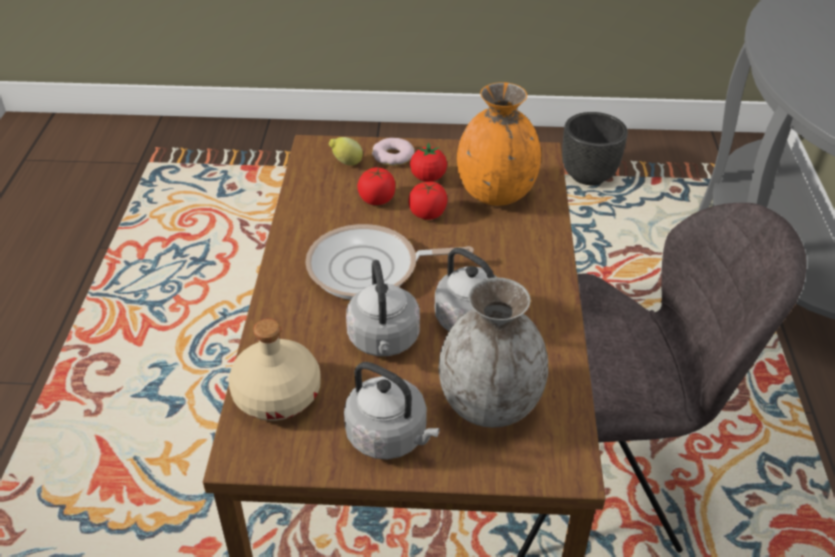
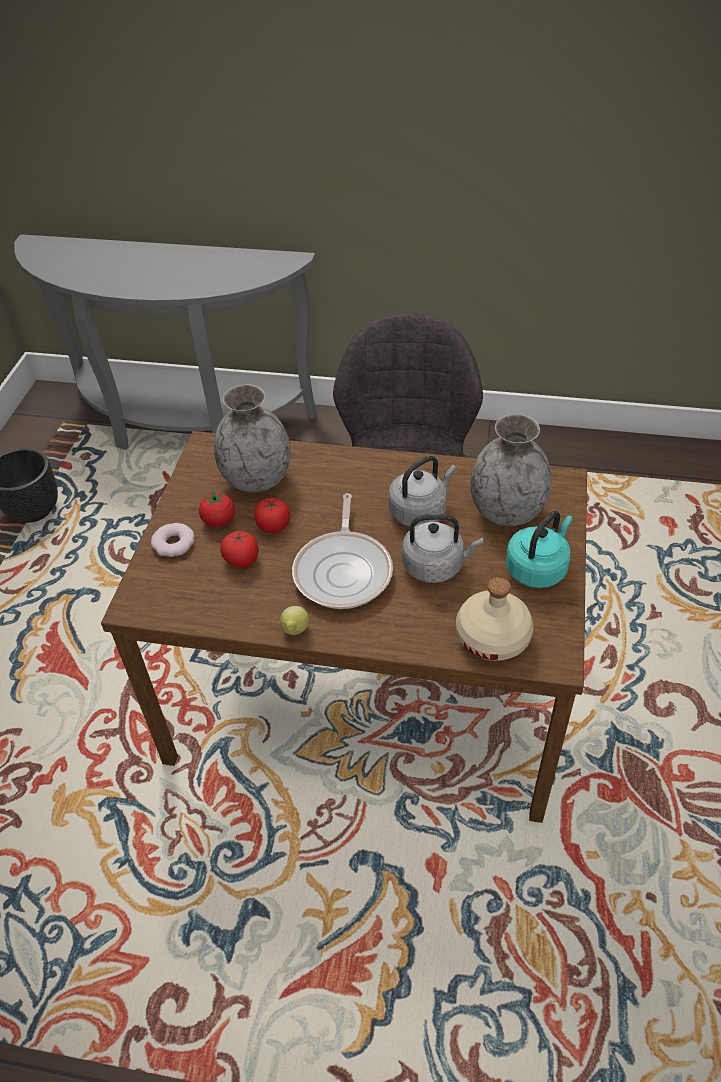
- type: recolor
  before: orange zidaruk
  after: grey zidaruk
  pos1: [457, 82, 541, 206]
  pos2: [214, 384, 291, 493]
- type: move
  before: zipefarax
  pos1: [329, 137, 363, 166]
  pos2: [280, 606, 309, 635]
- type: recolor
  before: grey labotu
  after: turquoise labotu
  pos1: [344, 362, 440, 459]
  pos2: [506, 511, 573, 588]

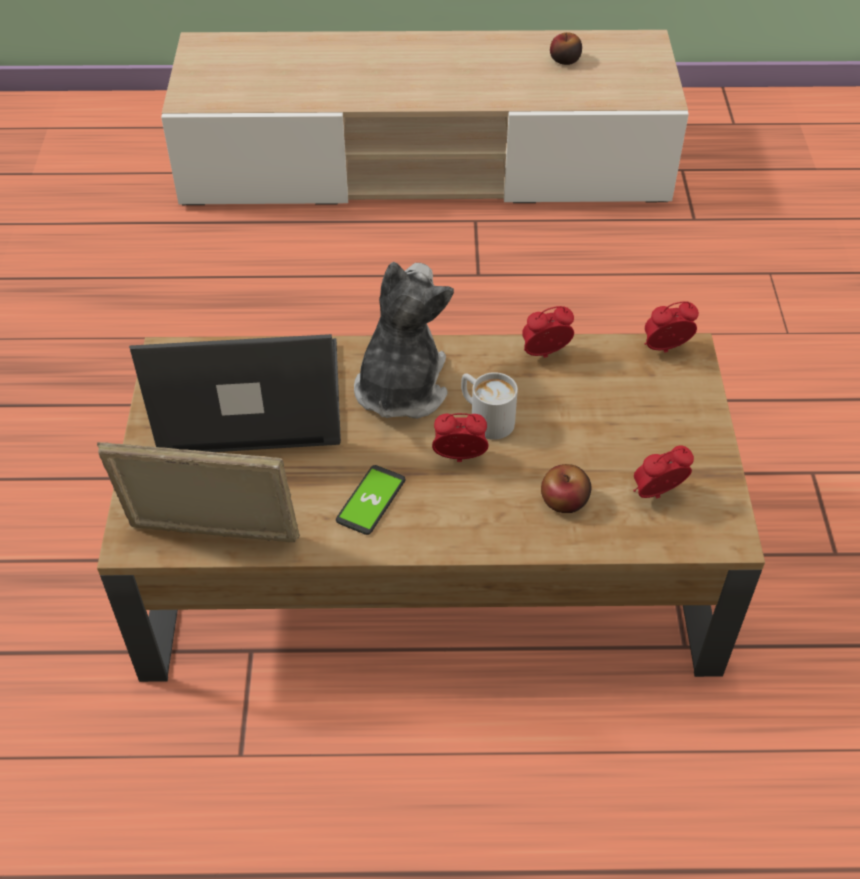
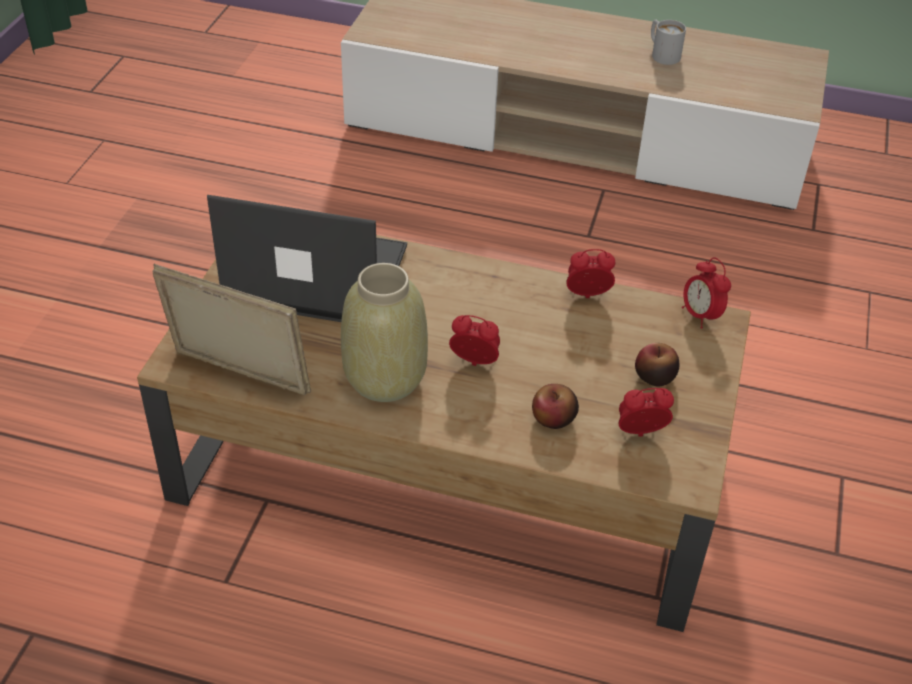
- type: move
  before: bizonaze
  pos1: [550, 32, 582, 65]
  pos2: [635, 343, 679, 386]
- type: delete
  before: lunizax
  pos1: [354, 262, 454, 419]
- type: rotate
  before: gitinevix
  pos1: [645, 301, 699, 353]
  pos2: [682, 257, 731, 329]
  turn: -120
- type: move
  before: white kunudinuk
  pos1: [461, 372, 518, 440]
  pos2: [651, 20, 686, 65]
- type: replace
  before: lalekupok
  after: beige zidaruk
  pos1: [336, 465, 405, 535]
  pos2: [341, 263, 428, 402]

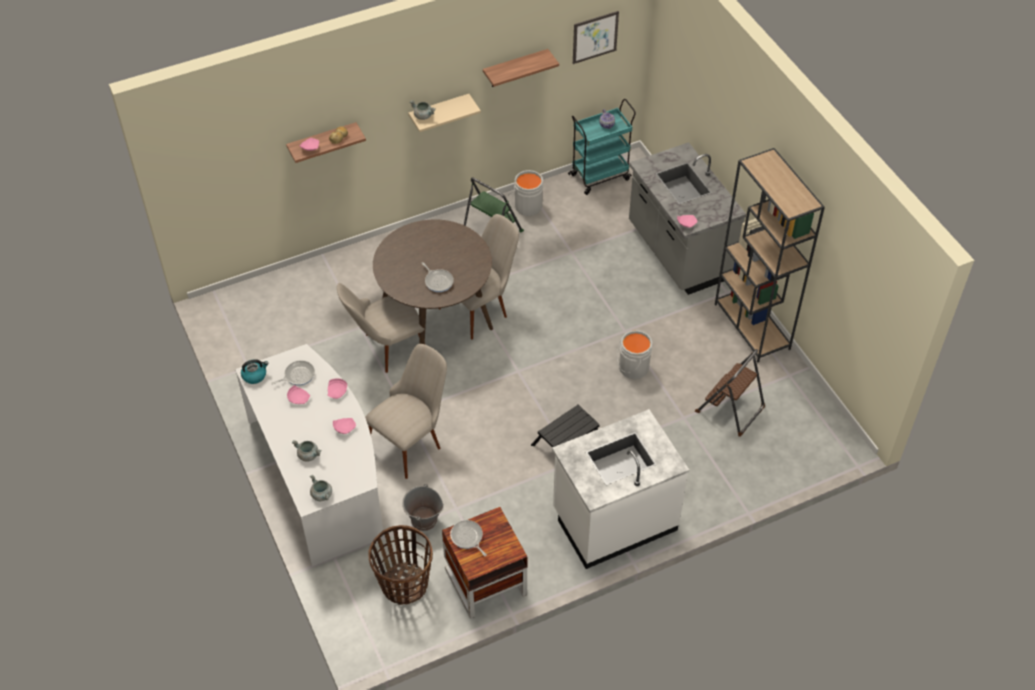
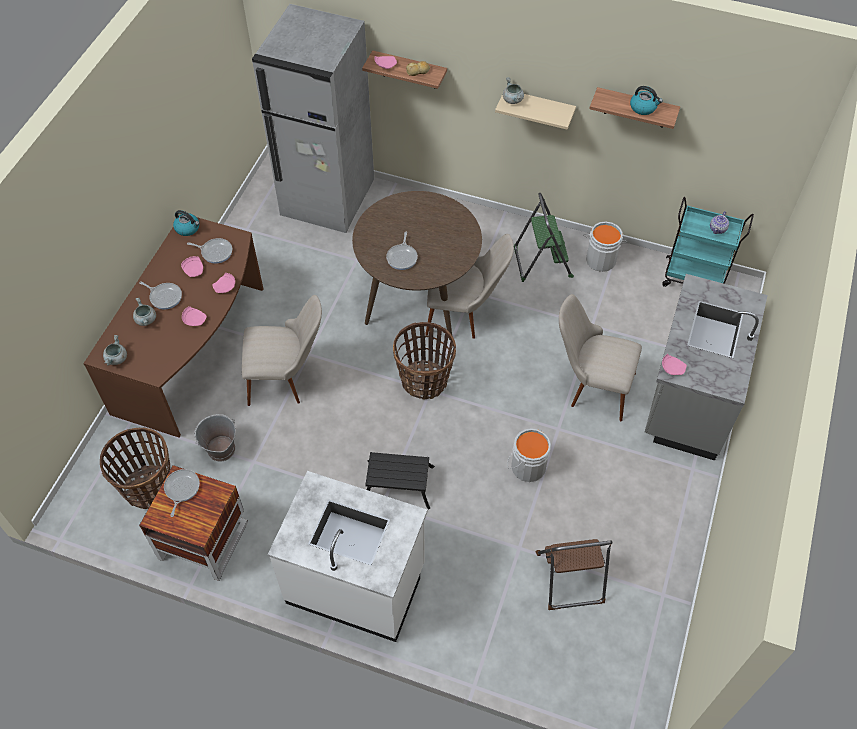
- type: delete
  before: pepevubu
  pos1: [573, 11, 619, 64]
- type: delete
  before: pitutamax
  pos1: [715, 148, 825, 362]
- type: move
  before: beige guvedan
  pos1: [337, 283, 424, 373]
  pos2: [559, 294, 642, 421]
- type: recolor
  before: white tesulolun
  after: brown tesulolun
  pos1: [235, 344, 384, 566]
  pos2: [83, 217, 263, 438]
- type: insert
  after: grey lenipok
  pos2: [252, 4, 374, 233]
- type: insert
  after: labotu
  pos2: [630, 86, 663, 115]
- type: insert
  after: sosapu
  pos2: [139, 281, 182, 309]
- type: insert
  after: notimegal
  pos2: [393, 322, 456, 400]

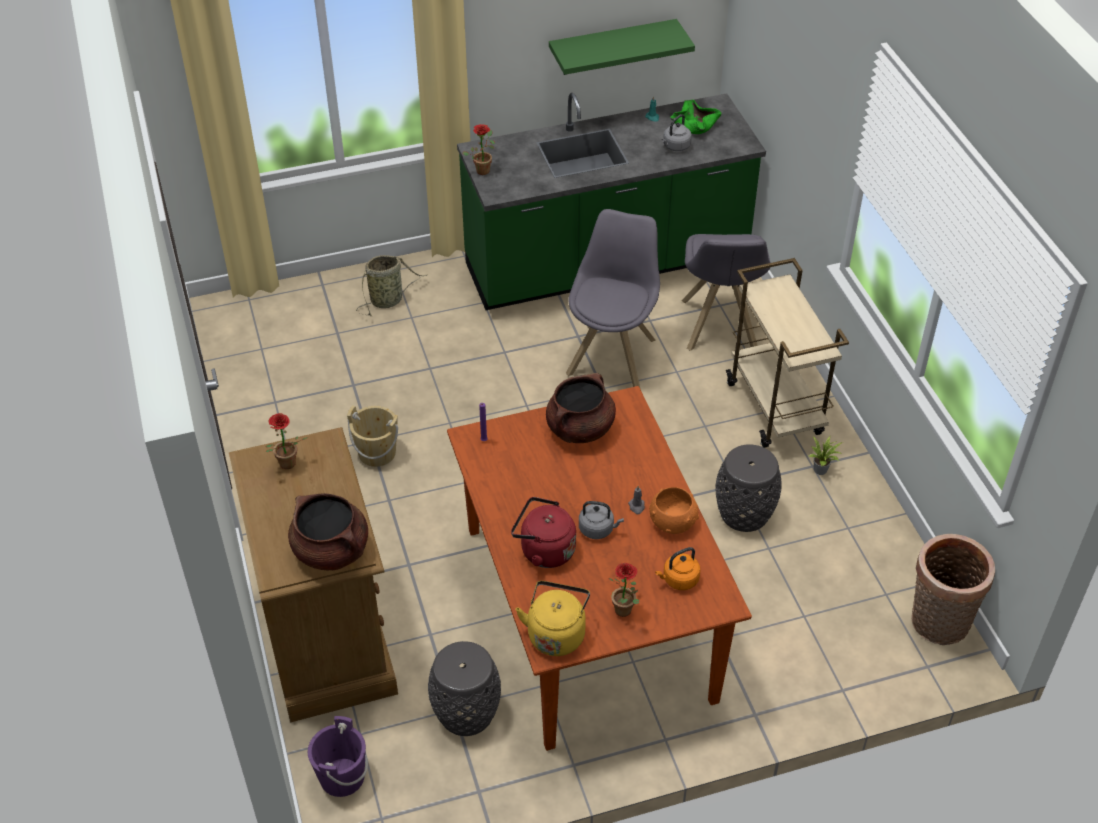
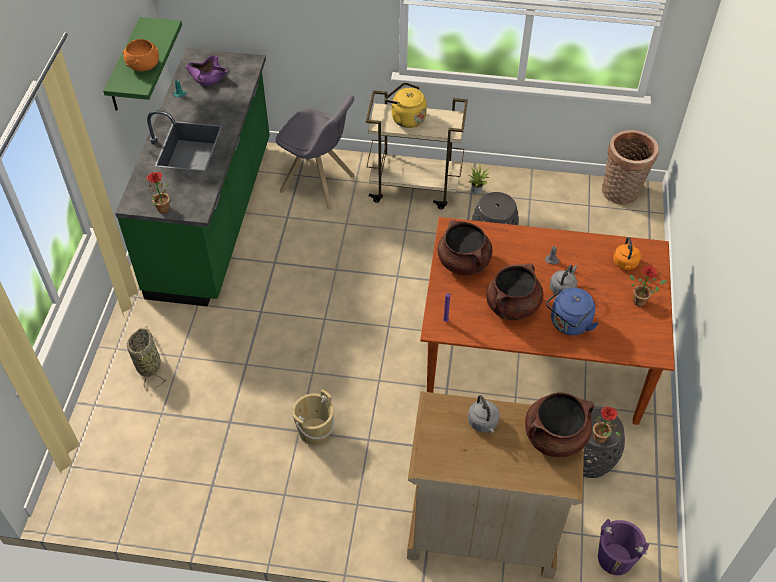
- type: recolor
  before: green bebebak
  after: purple bebebak
  pos1: [670, 100, 722, 134]
  pos2: [186, 55, 227, 85]
- type: move
  before: grey labotu
  pos1: [661, 114, 692, 151]
  pos2: [468, 395, 499, 433]
- type: delete
  before: grey guvedan
  pos1: [566, 209, 660, 389]
- type: move
  before: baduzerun
  pos1: [265, 413, 309, 469]
  pos2: [593, 407, 622, 443]
- type: move
  before: orange bebebak
  pos1: [649, 487, 699, 534]
  pos2: [123, 39, 159, 71]
- type: recolor
  before: red labotu
  after: blue labotu
  pos1: [511, 497, 576, 568]
  pos2: [546, 288, 599, 335]
- type: move
  before: yellow labotu
  pos1: [516, 581, 590, 656]
  pos2: [385, 82, 427, 128]
- type: insert
  after: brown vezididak
  pos2: [486, 263, 543, 320]

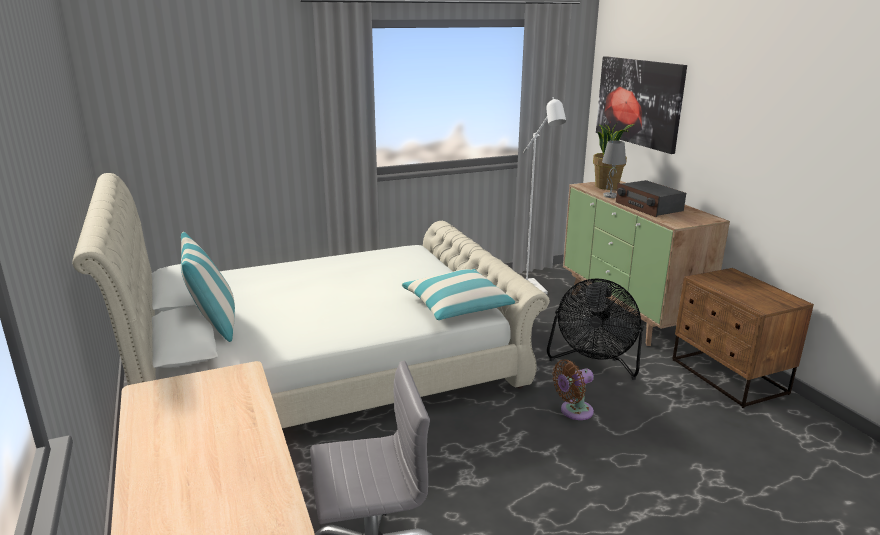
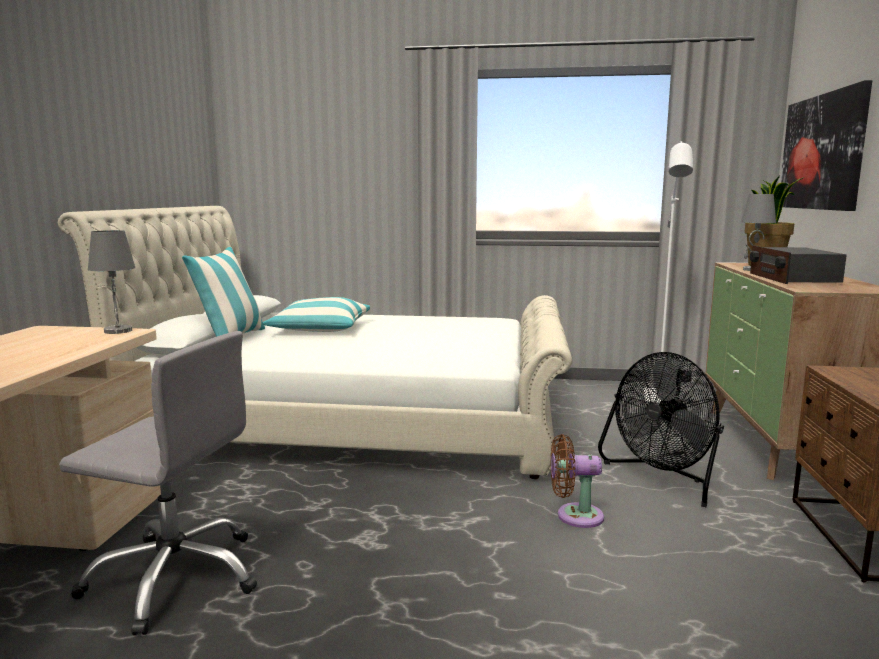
- type: move
  before: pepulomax
  pos1: [402, 269, 515, 320]
  pos2: [263, 297, 370, 332]
- type: insert
  after: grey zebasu
  pos2: [88, 230, 135, 334]

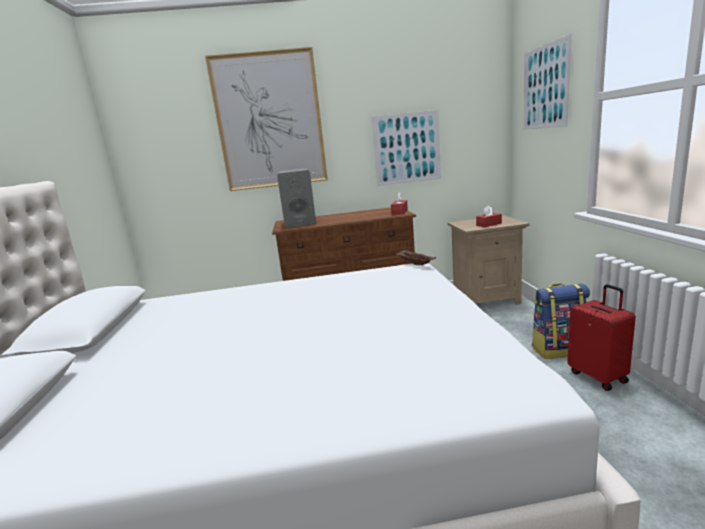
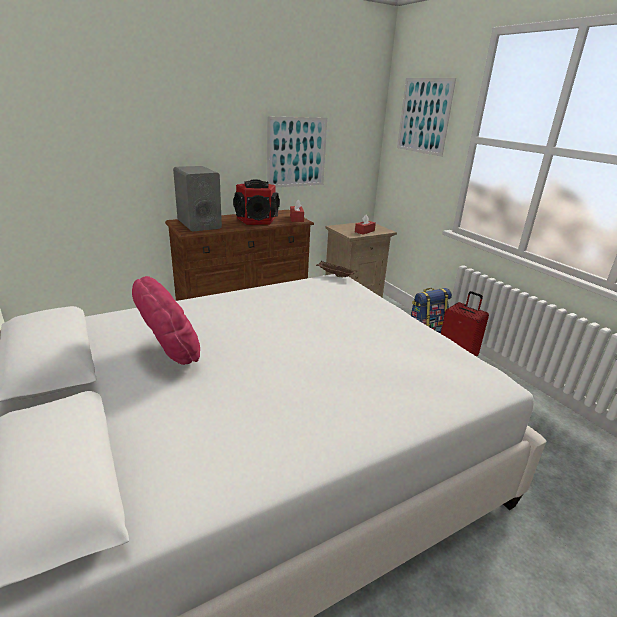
- type: delete
  before: pepevubu
  pos1: [205, 47, 328, 191]
- type: insert
  after: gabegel
  pos2: [233, 180, 280, 225]
- type: insert
  after: pink pepulomax
  pos2: [132, 276, 200, 365]

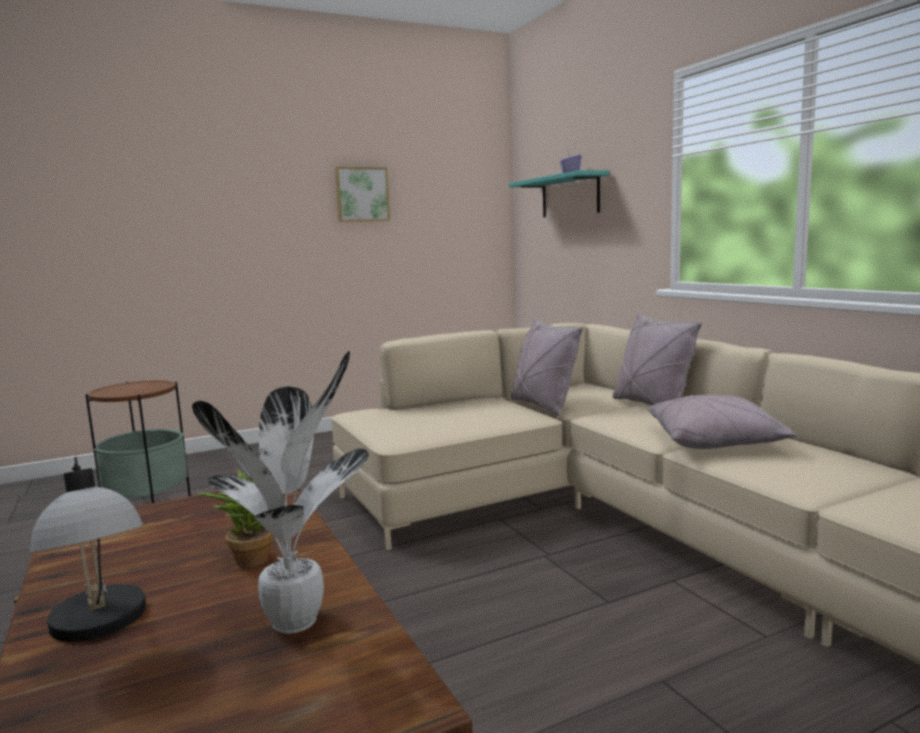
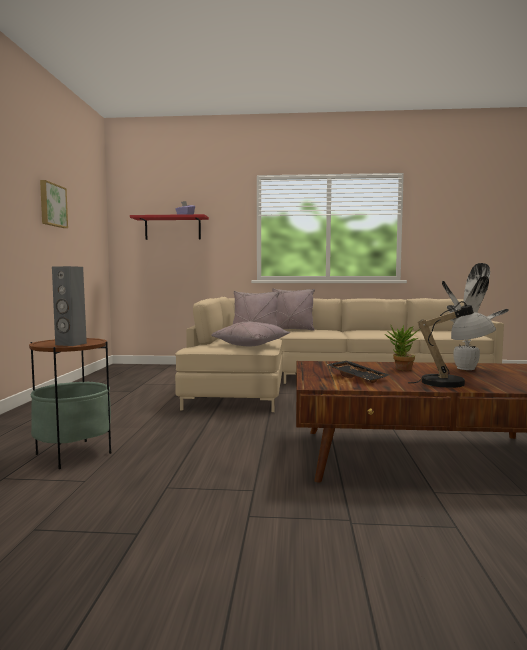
- type: recolor
  before: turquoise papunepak
  after: red papunepak
  pos1: [509, 170, 609, 218]
  pos2: [130, 214, 209, 240]
- type: move
  before: purple pepulomax
  pos1: [648, 395, 797, 449]
  pos2: [211, 322, 290, 346]
- type: insert
  after: grey gabegel
  pos2: [52, 266, 87, 346]
- type: insert
  after: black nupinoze
  pos2: [326, 361, 389, 383]

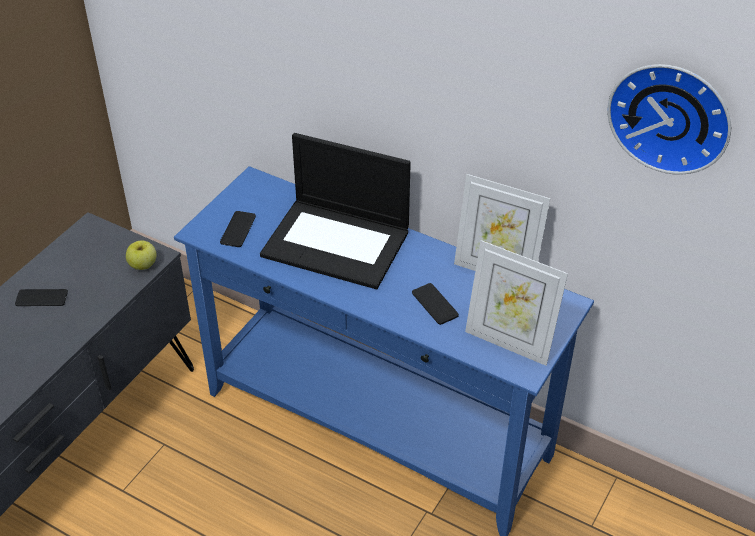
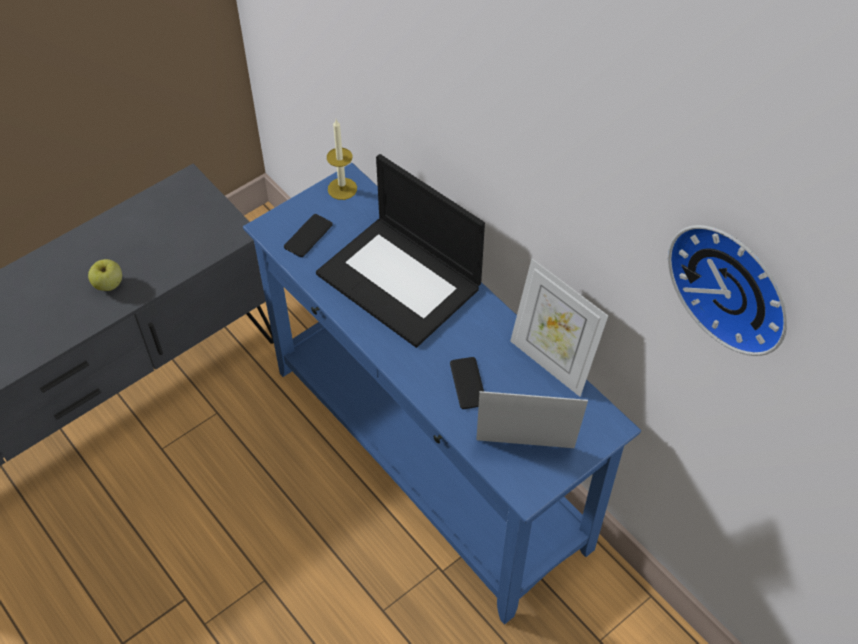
- type: rotate
  before: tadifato
  pos1: [465, 240, 568, 366]
  pos2: [476, 391, 588, 448]
  turn: 135
- type: move
  before: bizonaze
  pos1: [126, 241, 157, 270]
  pos2: [88, 259, 122, 291]
- type: delete
  before: lalekupok
  pos1: [15, 289, 68, 306]
- type: insert
  after: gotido
  pos2: [327, 119, 357, 200]

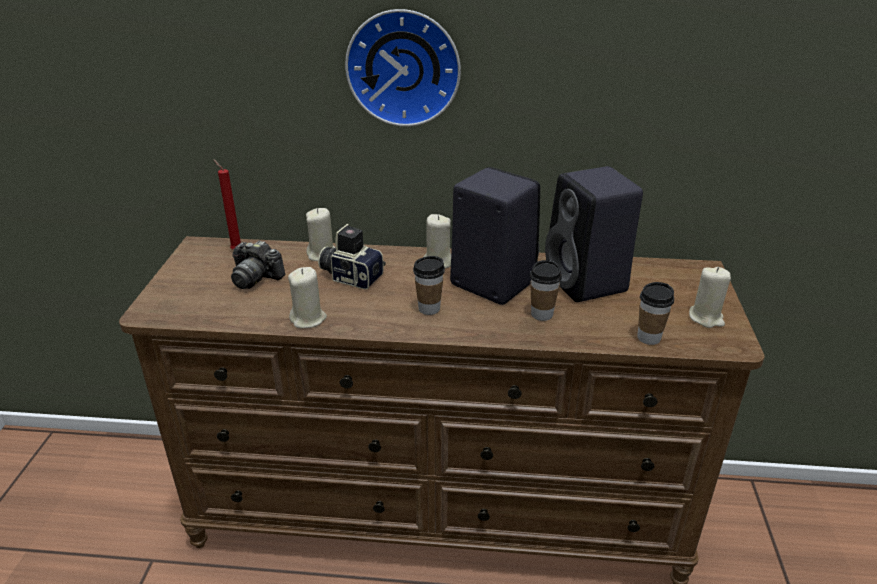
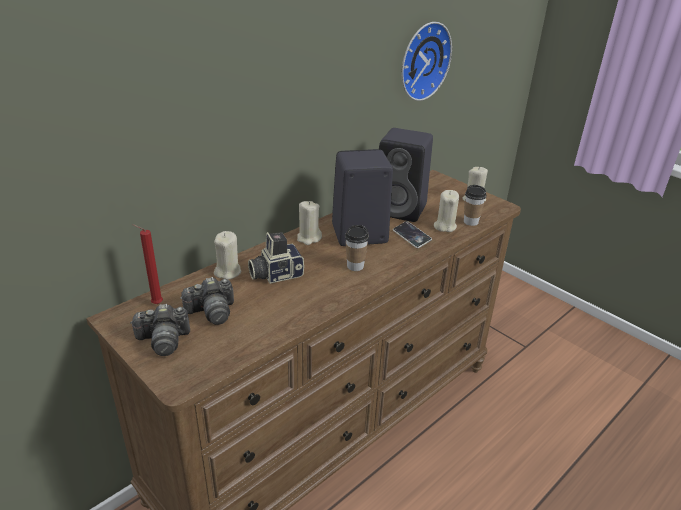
- type: move
  before: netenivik
  pos1: [345, 9, 461, 127]
  pos2: [402, 22, 452, 101]
- type: replace
  before: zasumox
  after: lalekupok
  pos1: [530, 260, 562, 321]
  pos2: [393, 221, 432, 248]
- type: move
  before: beige gotido
  pos1: [288, 267, 327, 328]
  pos2: [434, 190, 459, 232]
- type: insert
  after: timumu
  pos2: [130, 304, 190, 356]

